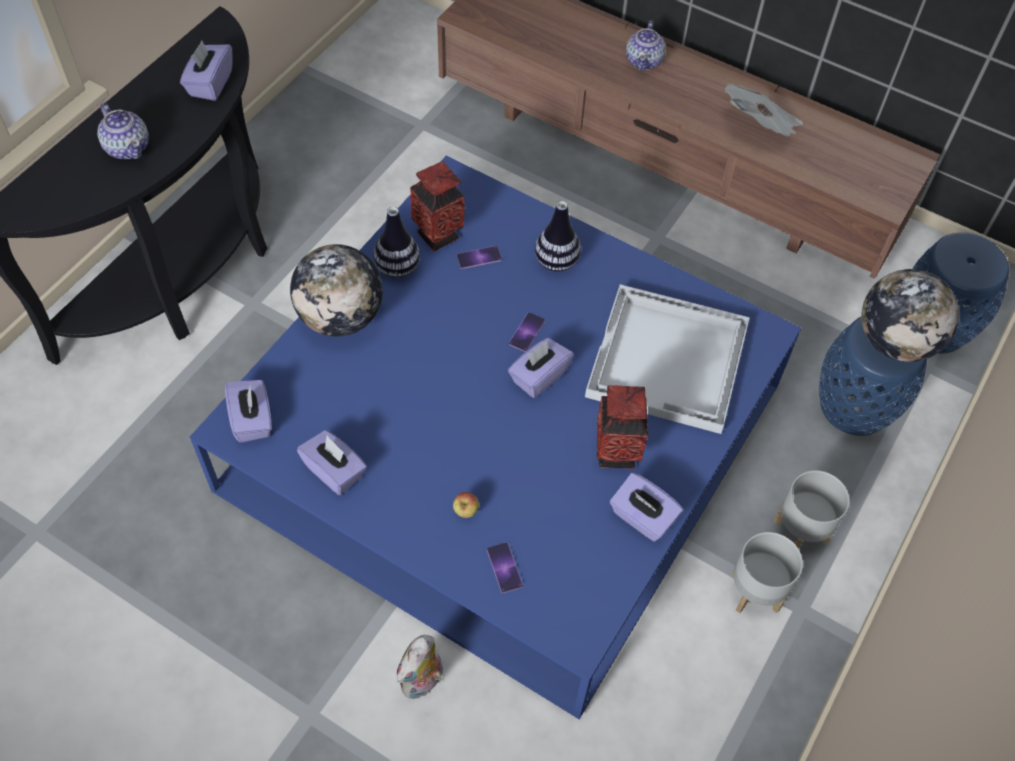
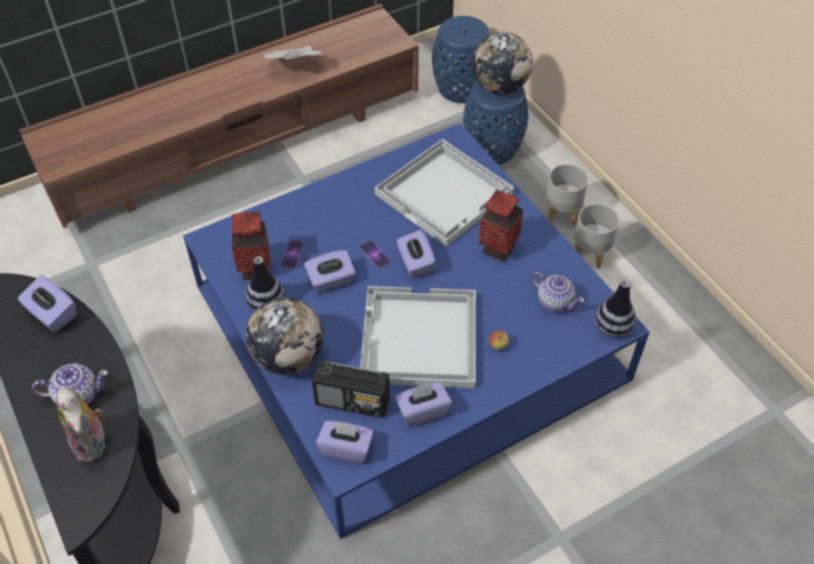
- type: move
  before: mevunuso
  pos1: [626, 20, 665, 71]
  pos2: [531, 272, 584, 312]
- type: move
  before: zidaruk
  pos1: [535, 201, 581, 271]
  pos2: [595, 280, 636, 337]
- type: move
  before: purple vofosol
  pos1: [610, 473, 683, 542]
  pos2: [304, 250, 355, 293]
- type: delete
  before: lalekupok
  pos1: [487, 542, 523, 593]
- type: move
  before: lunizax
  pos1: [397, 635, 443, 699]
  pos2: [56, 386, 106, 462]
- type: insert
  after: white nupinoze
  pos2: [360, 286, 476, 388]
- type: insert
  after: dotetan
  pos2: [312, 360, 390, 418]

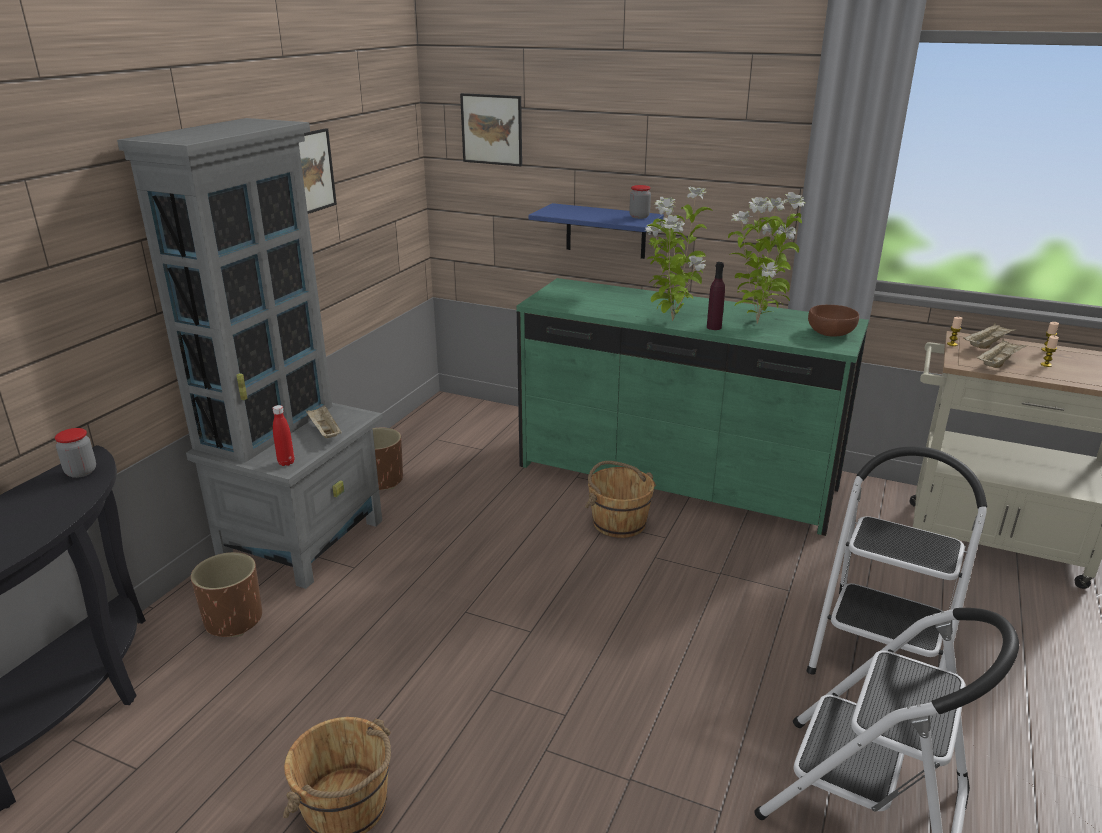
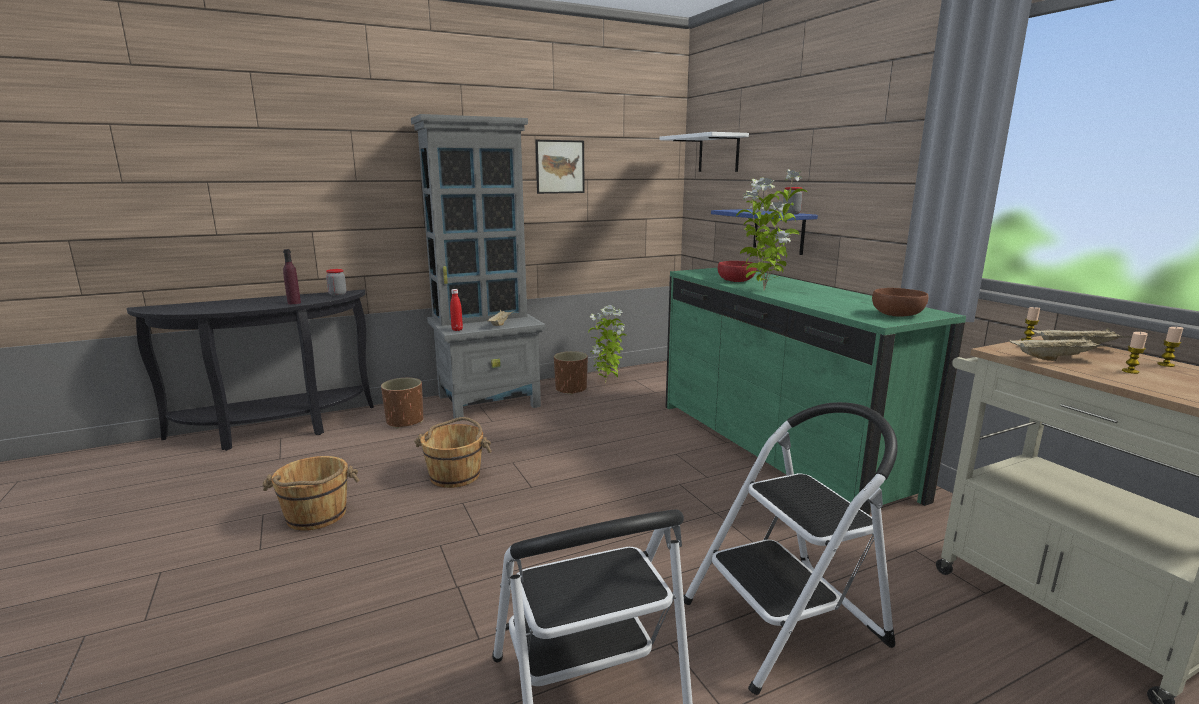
- type: replace
  before: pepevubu
  after: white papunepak
  pos1: [460, 93, 522, 166]
  pos2: [659, 132, 749, 172]
- type: move
  before: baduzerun
  pos1: [728, 192, 806, 324]
  pos2: [588, 305, 627, 383]
- type: move
  before: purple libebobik
  pos1: [707, 262, 725, 330]
  pos2: [283, 249, 301, 305]
- type: move
  before: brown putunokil
  pos1: [585, 461, 656, 538]
  pos2: [414, 417, 492, 488]
- type: insert
  after: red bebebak
  pos2: [718, 261, 757, 282]

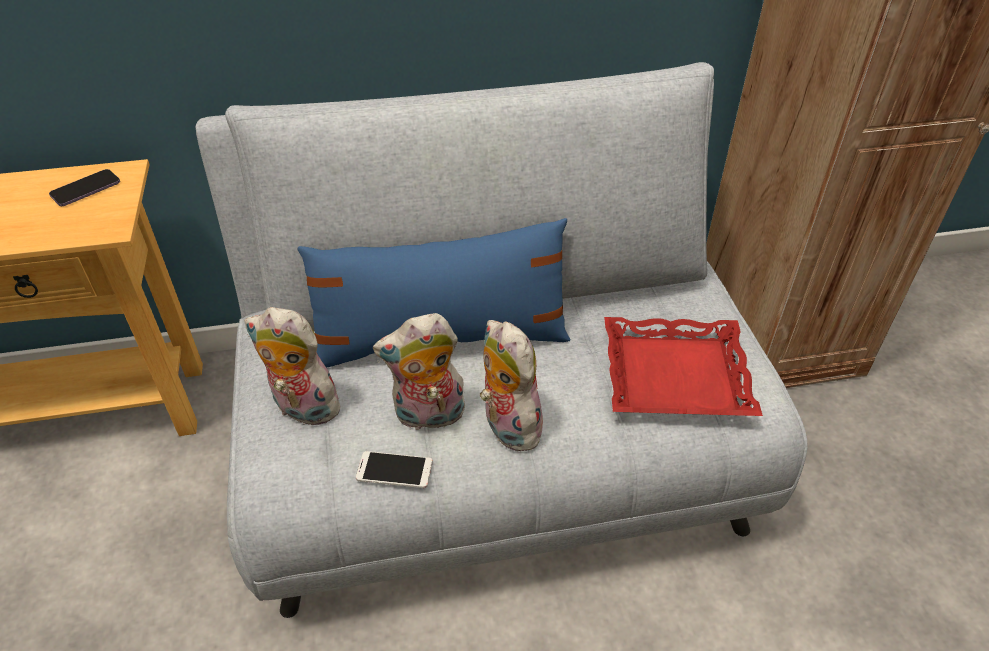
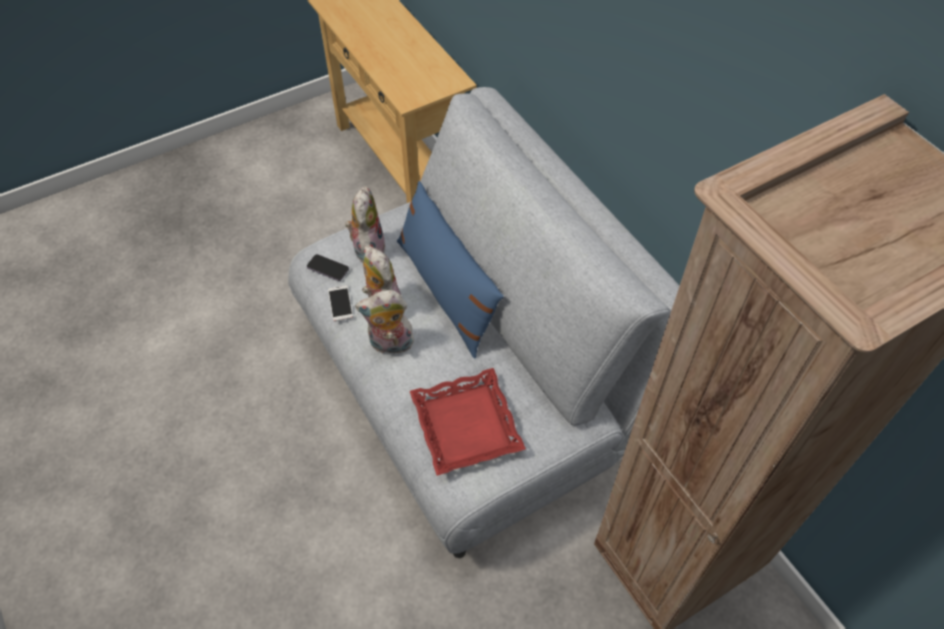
- type: move
  before: lalekupok
  pos1: [49, 169, 120, 206]
  pos2: [307, 254, 349, 281]
- type: rotate
  before: lunizax
  pos1: [480, 320, 546, 451]
  pos2: [355, 290, 414, 354]
  turn: -135

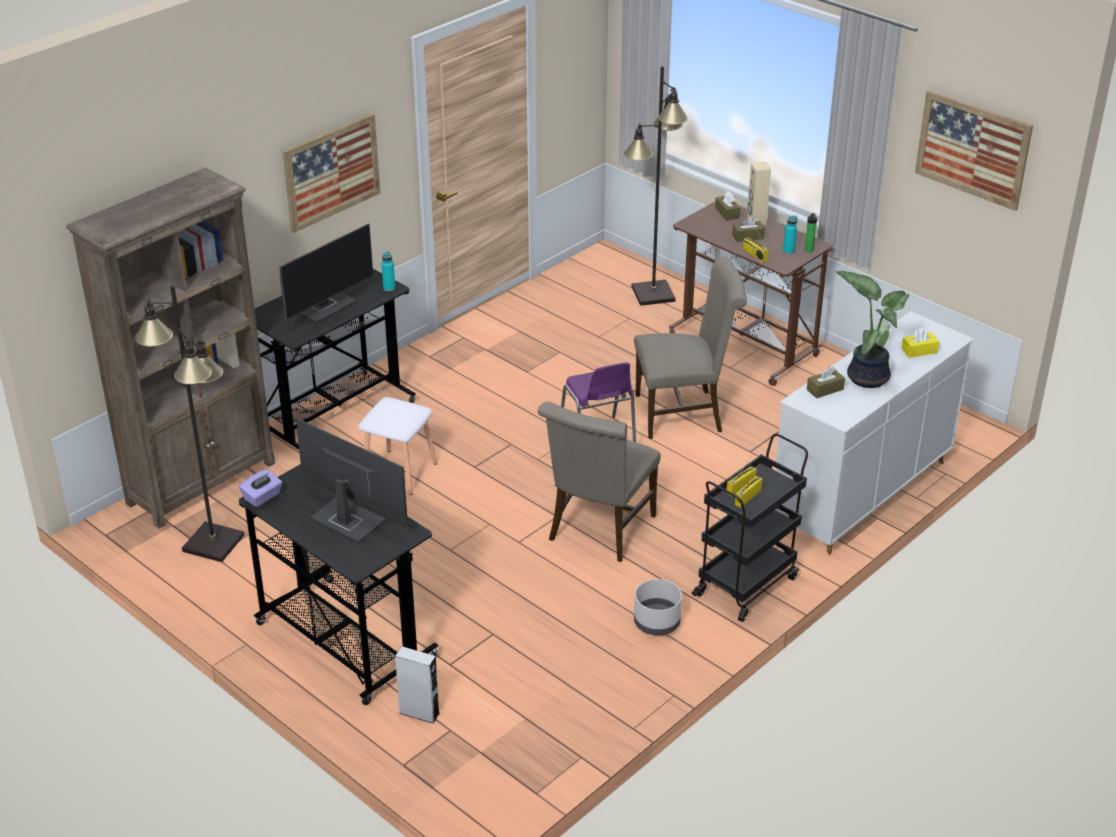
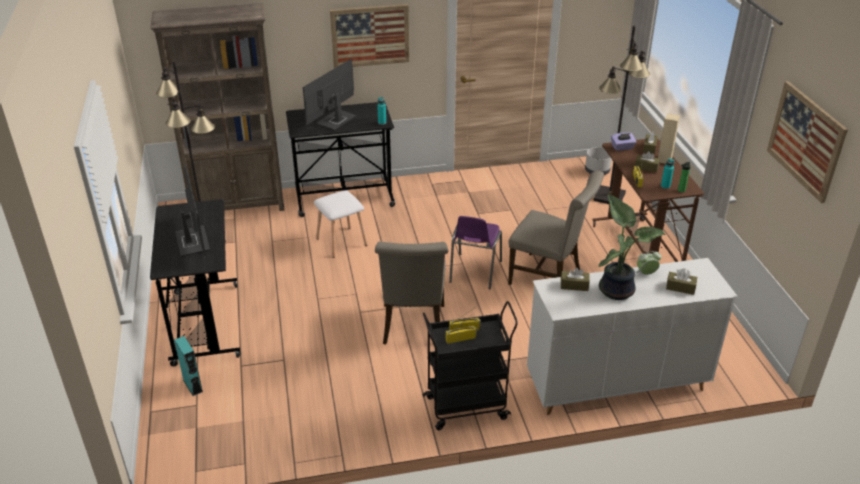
- type: rotate
  before: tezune
  pos1: [280, 223, 373, 323]
  pos2: [303, 59, 356, 130]
  turn: 135
- type: recolor
  before: yellow vofosol
  after: brown vofosol
  pos1: [901, 327, 940, 358]
  pos2: [666, 268, 697, 295]
- type: rotate
  before: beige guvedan
  pos1: [537, 402, 661, 562]
  pos2: [375, 241, 448, 344]
  turn: -60
- type: move
  before: purple vofosol
  pos1: [239, 469, 282, 507]
  pos2: [611, 132, 637, 151]
- type: move
  before: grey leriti
  pos1: [634, 579, 682, 635]
  pos2: [585, 147, 612, 175]
- type: recolor
  before: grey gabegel
  after: turquoise gabegel
  pos1: [395, 646, 440, 724]
  pos2: [174, 336, 203, 396]

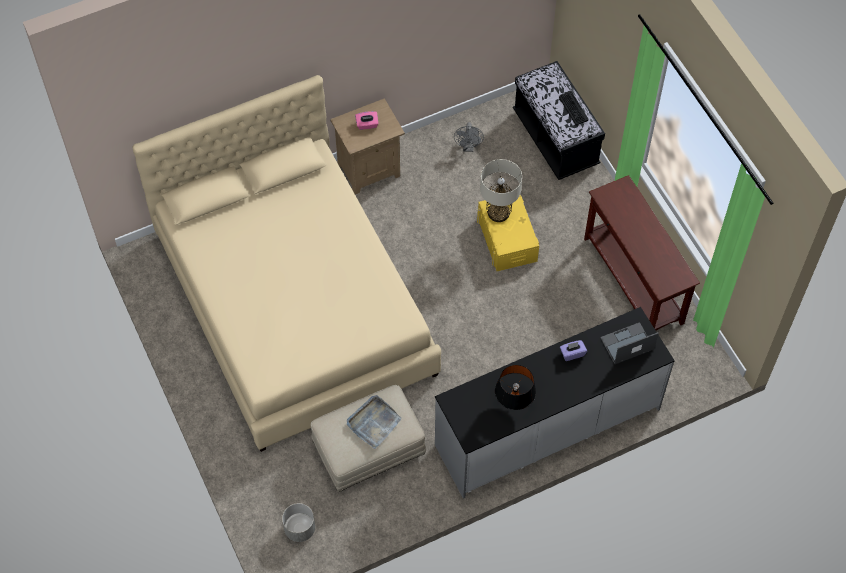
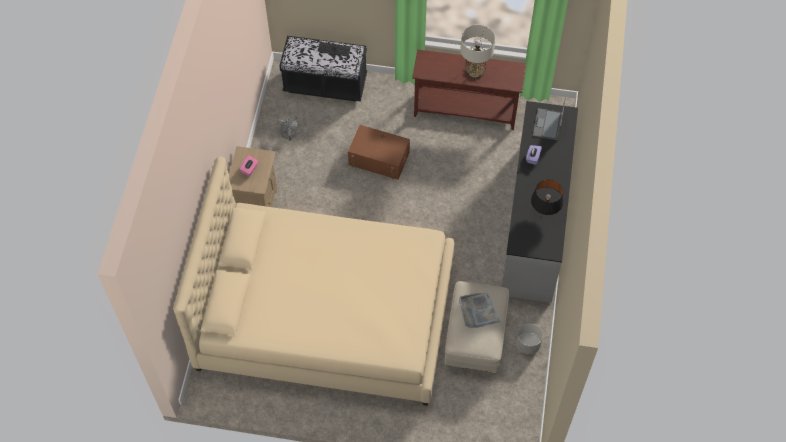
- type: move
  before: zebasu
  pos1: [480, 159, 522, 222]
  pos2: [460, 25, 495, 79]
- type: recolor
  before: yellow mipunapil
  after: brown mipunapil
  pos1: [477, 195, 539, 271]
  pos2: [348, 125, 410, 180]
- type: move
  before: grey leriti
  pos1: [282, 503, 315, 542]
  pos2: [516, 323, 543, 354]

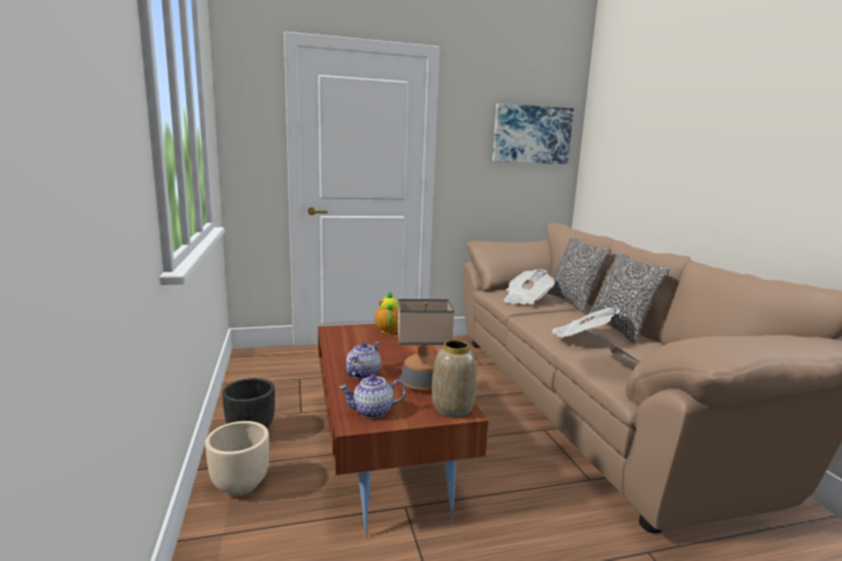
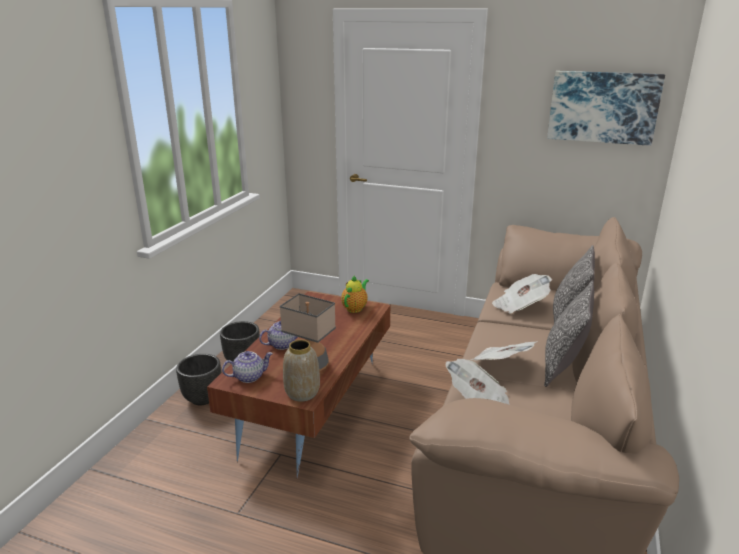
- type: rotate
  before: mevunuso
  pos1: [339, 375, 406, 418]
  pos2: [222, 351, 273, 383]
  turn: 135
- type: recolor
  before: beige leriti
  after: black leriti
  pos1: [205, 421, 269, 496]
  pos2: [176, 354, 221, 406]

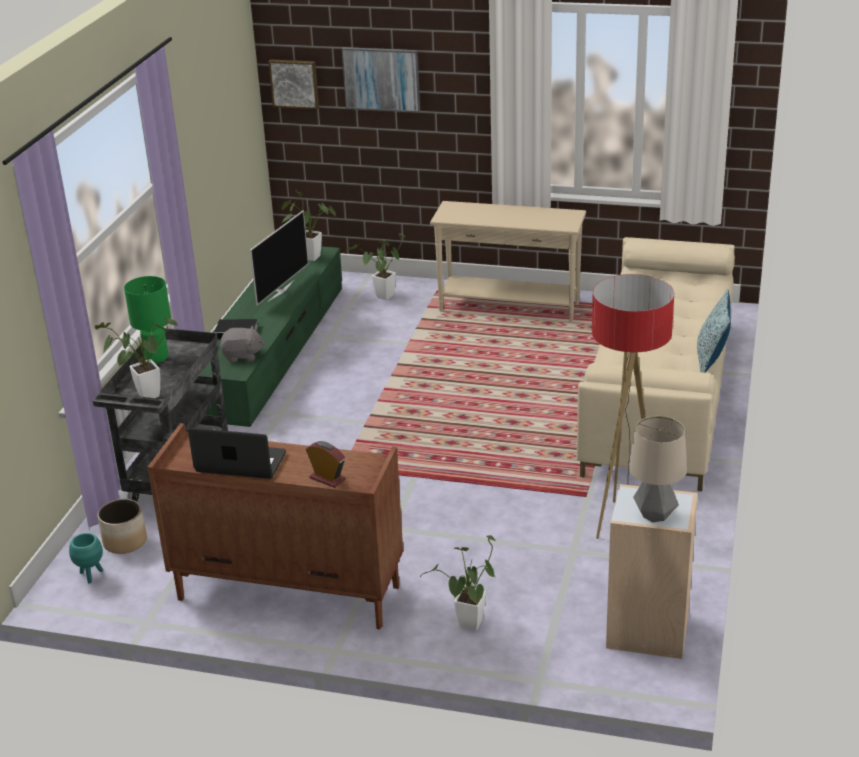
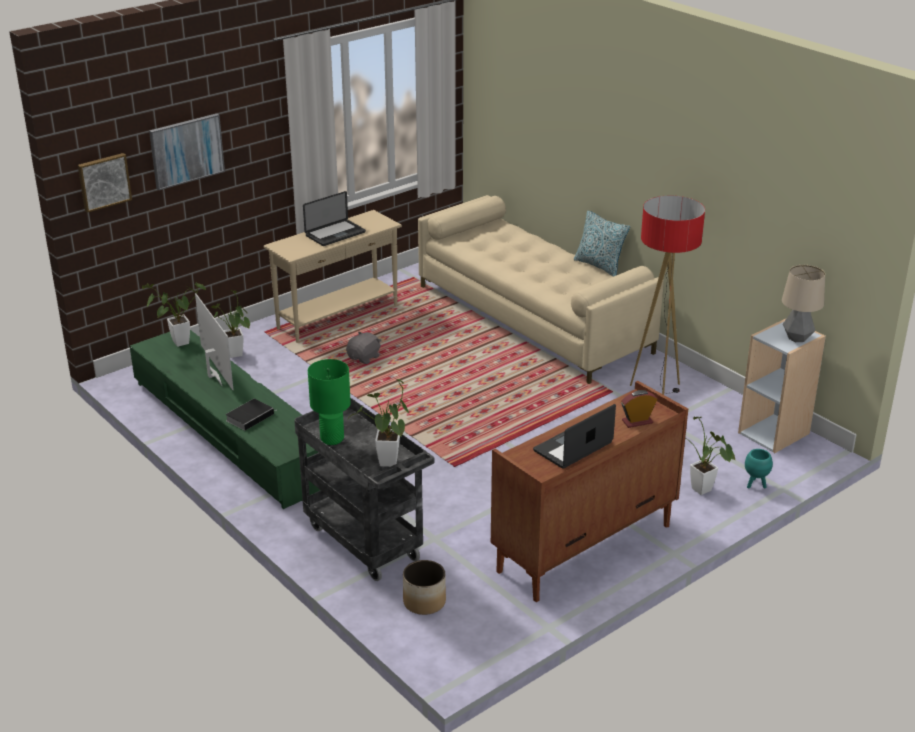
- type: move
  before: grey lunizax
  pos1: [220, 326, 265, 363]
  pos2: [346, 332, 381, 364]
- type: move
  before: turquoise leriti
  pos1: [69, 533, 103, 584]
  pos2: [745, 449, 773, 489]
- type: insert
  after: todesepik
  pos2: [303, 191, 366, 246]

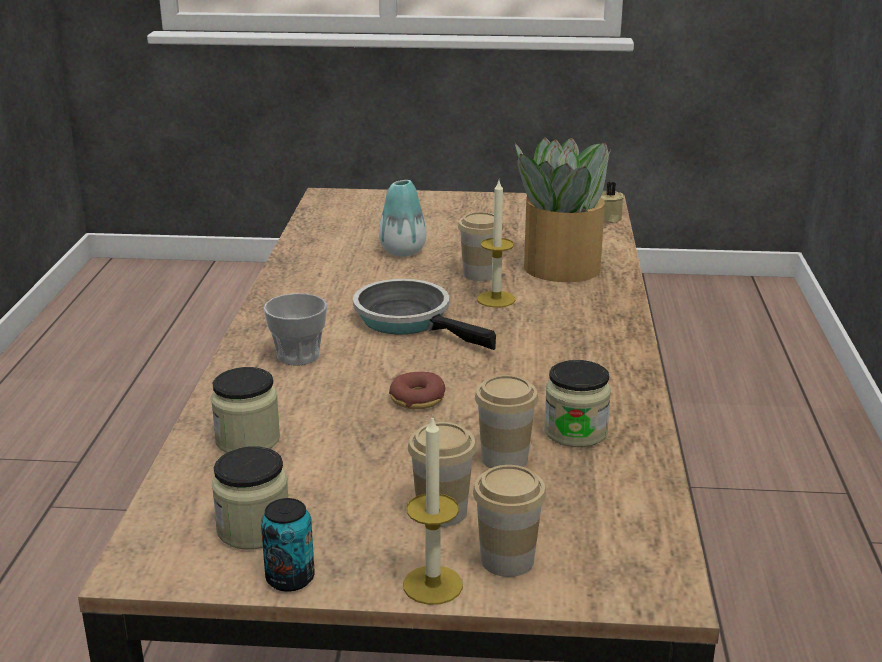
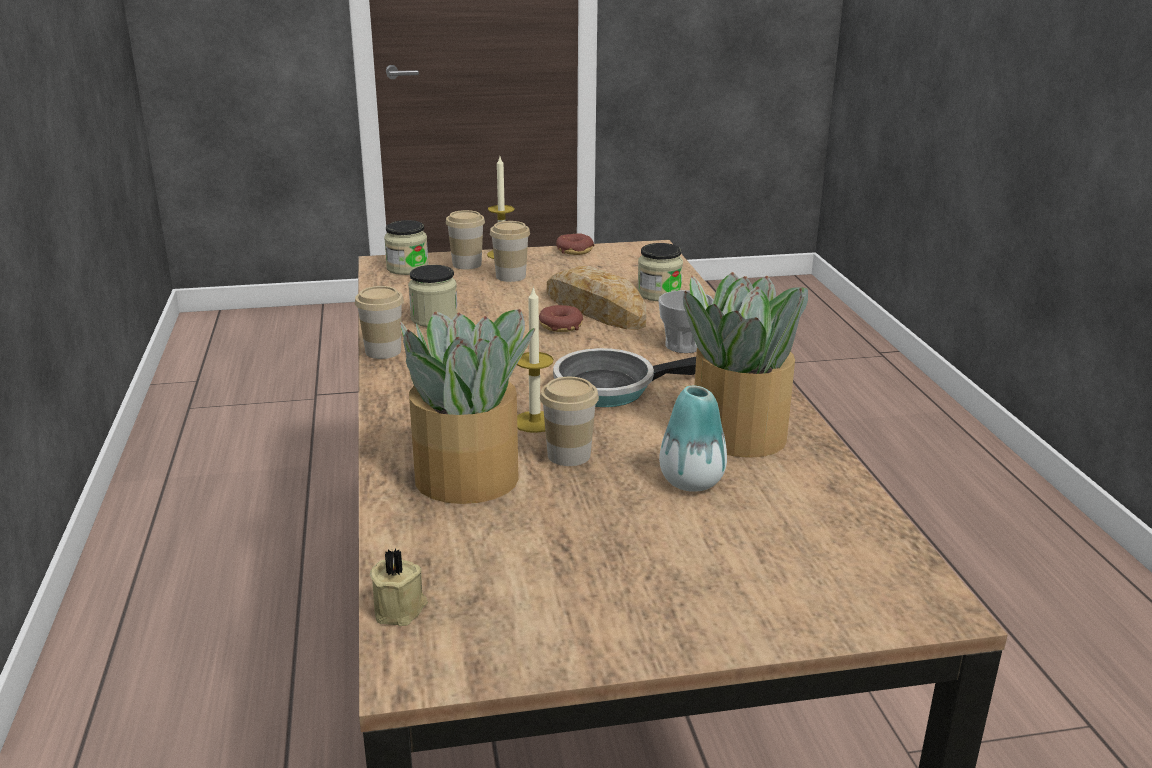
- type: rotate
  before: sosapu
  pos1: [353, 279, 496, 350]
  pos2: [553, 348, 696, 407]
  turn: 135
- type: move
  before: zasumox
  pos1: [475, 375, 538, 468]
  pos2: [355, 286, 404, 359]
- type: move
  before: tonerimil
  pos1: [212, 446, 288, 550]
  pos2: [384, 220, 429, 275]
- type: replace
  before: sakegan
  after: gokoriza
  pos1: [261, 498, 315, 592]
  pos2: [556, 233, 594, 255]
- type: insert
  after: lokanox
  pos2: [547, 266, 646, 329]
- type: insert
  after: baduzerun
  pos2: [683, 272, 808, 458]

